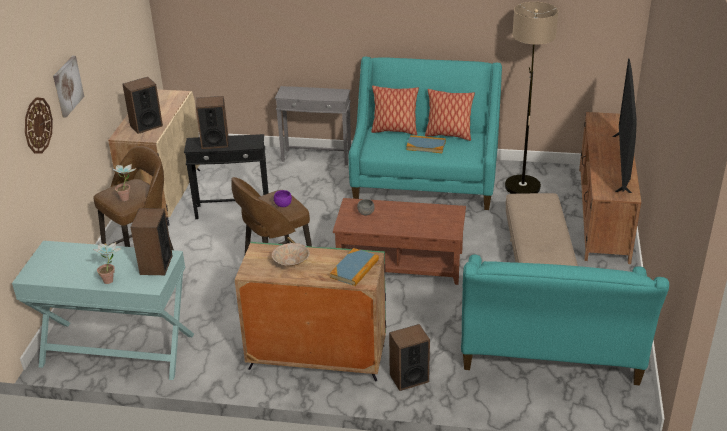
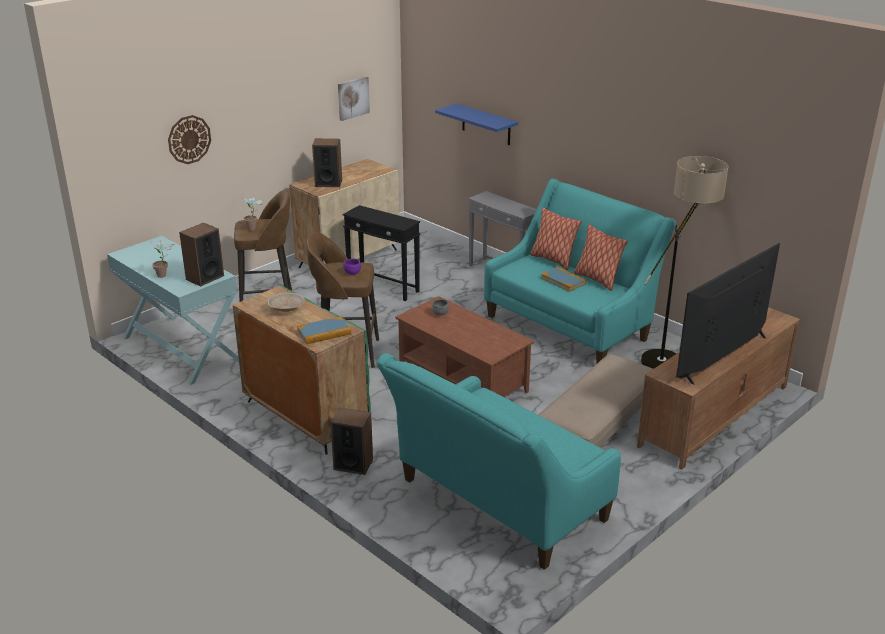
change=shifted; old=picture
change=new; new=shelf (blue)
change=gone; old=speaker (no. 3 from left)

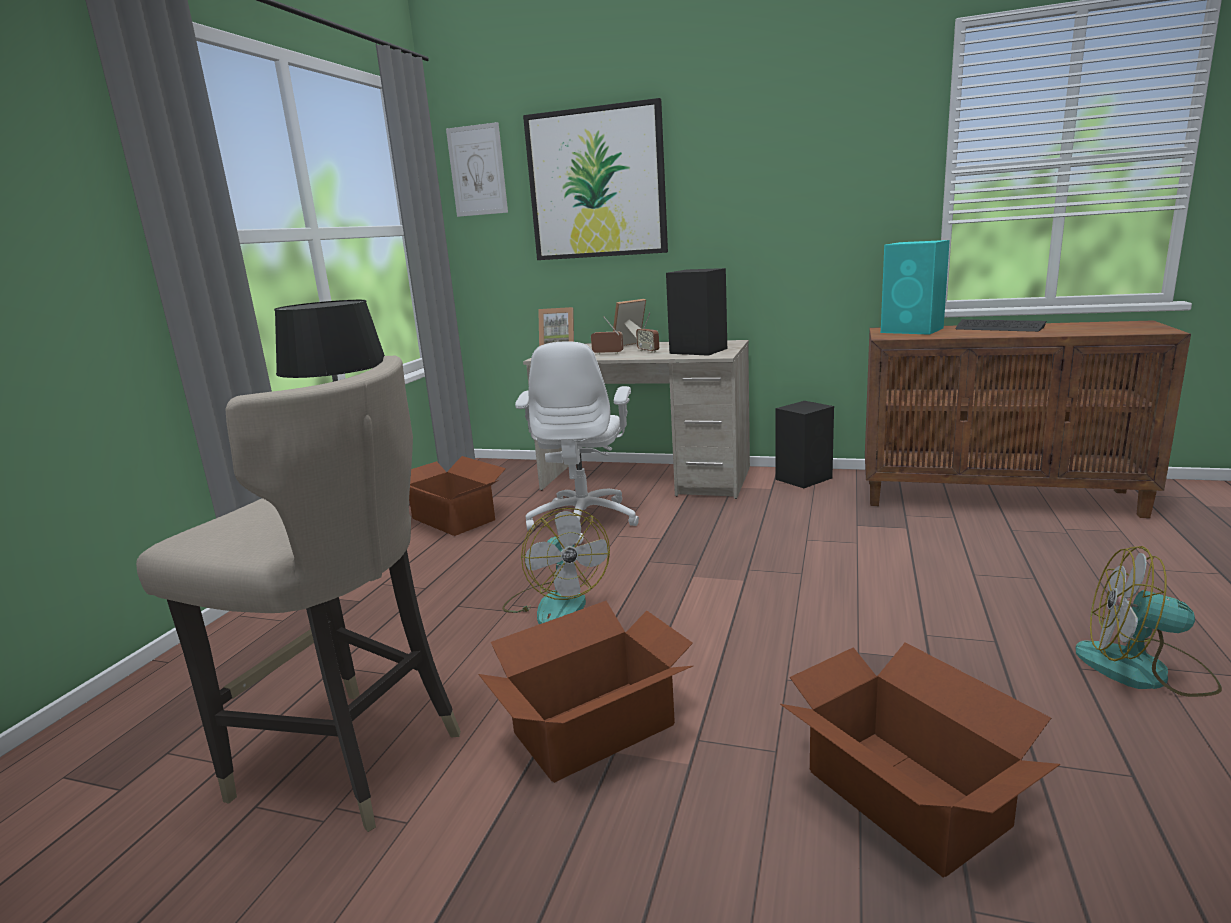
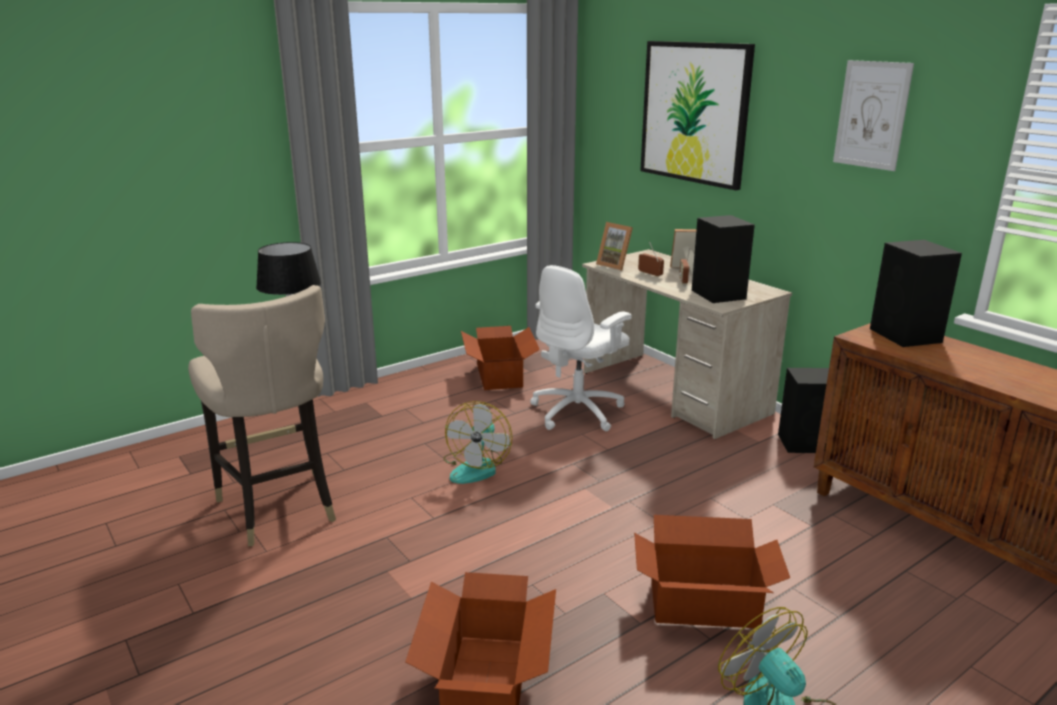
change=shifted; old=cardboard box (no. 2 from left in the first image); new=cardboard box (no. 3 from left)
change=shifted; old=picture (no. 1 from left in the first image); new=picture (no. 2 from left)
change=repainted; old=speaker (turquoise); new=speaker (black) (no. 3 from left)
change=gone; old=keyboard

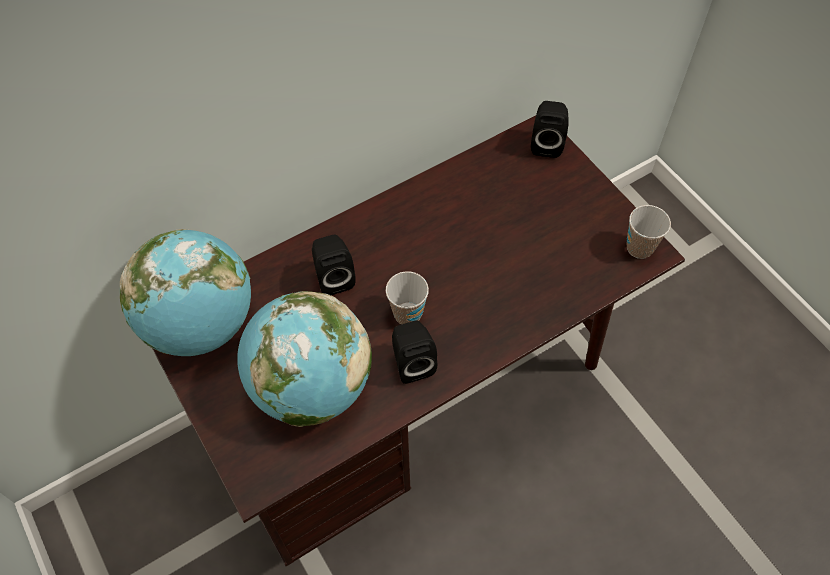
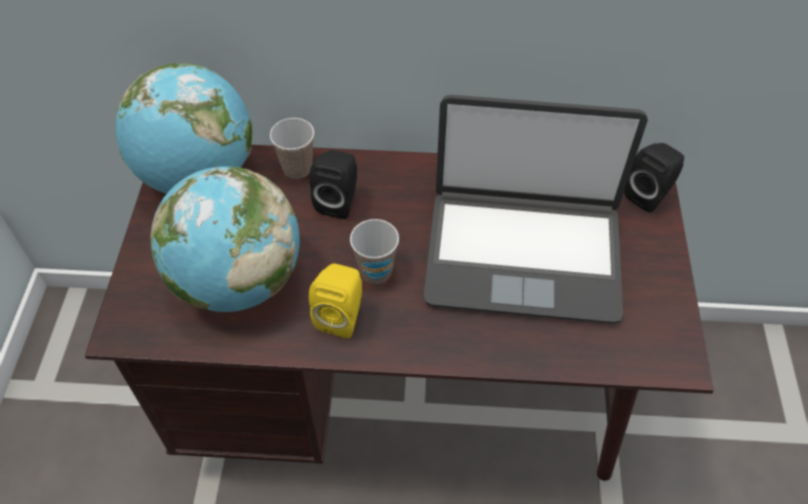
change=shifted; old=cup (no. 2 from left in the first image); new=cup (no. 1 from left)
change=repainted; old=speaker (black) (no. 2 from left); new=speaker (yellow)
change=new; new=laptop

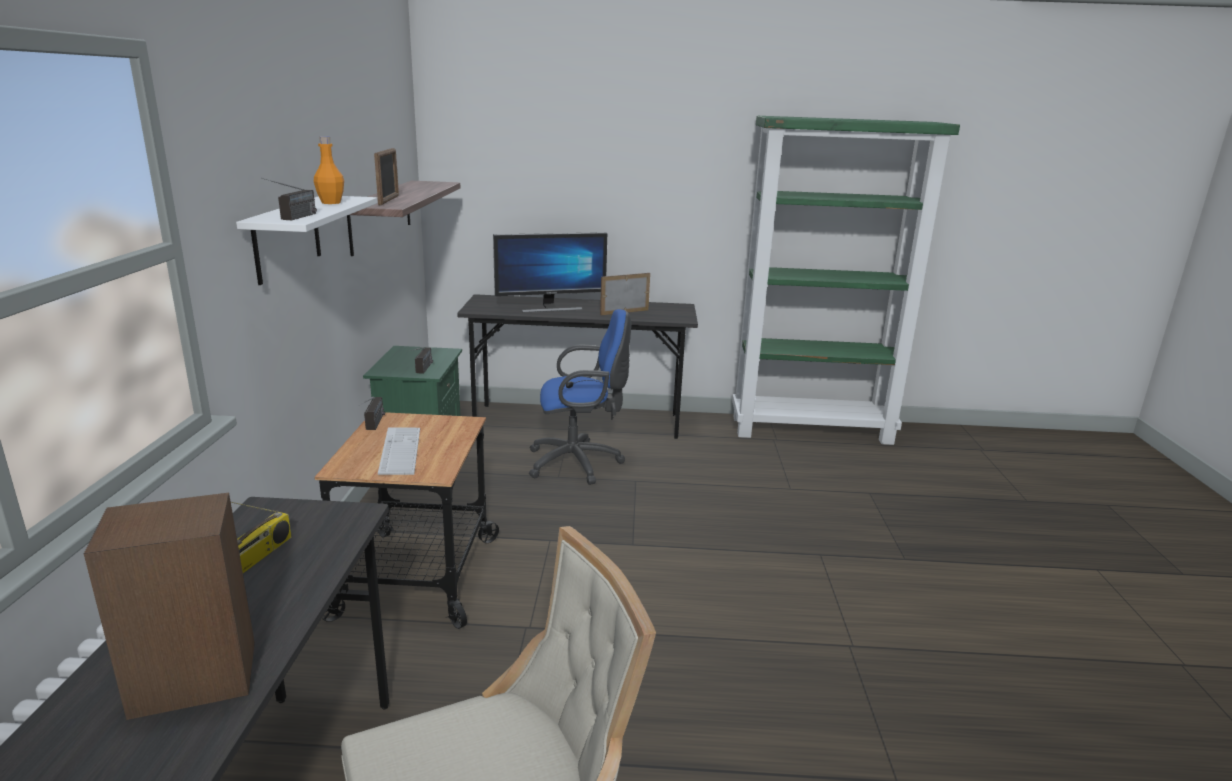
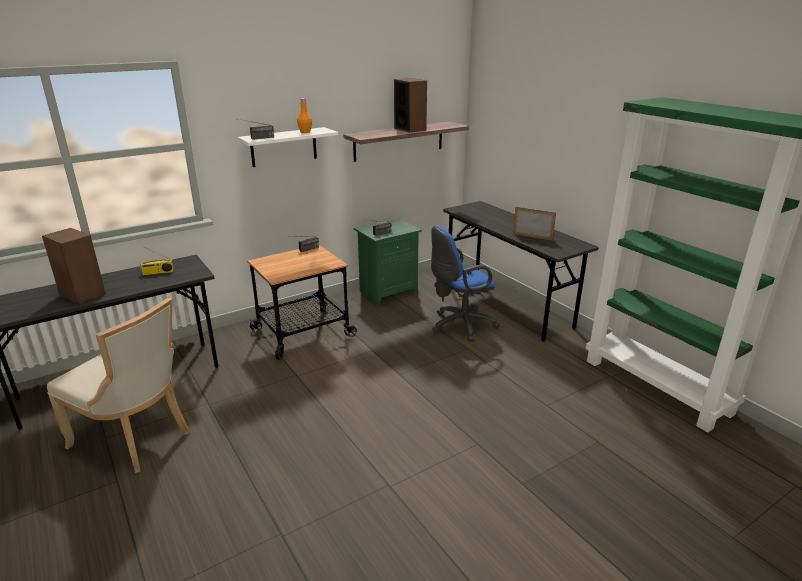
change=new; new=speaker (no. 2 from left)
change=rotated; old=office chair (blue); degrees=105
change=gone; old=picture frame (no. 1 from left)
change=gone; old=keyboard
change=gone; old=monitor

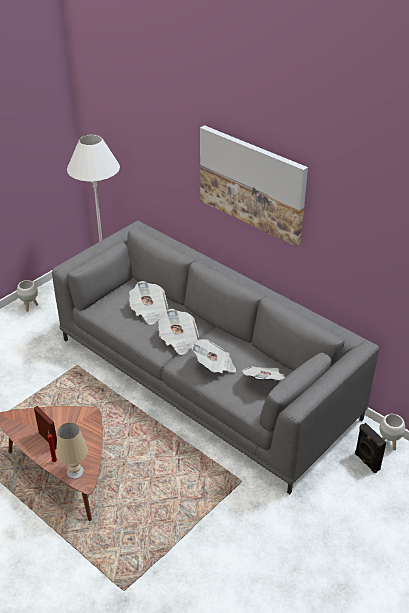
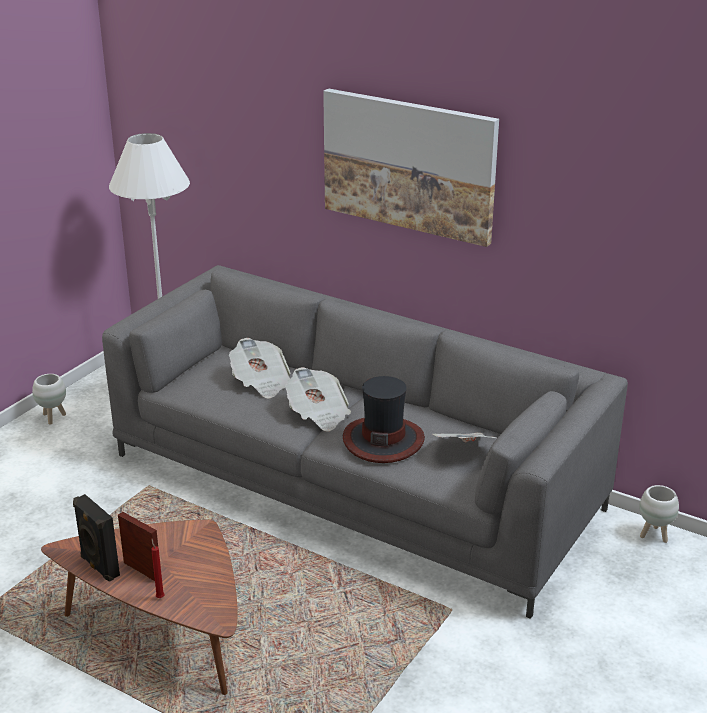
change=shifted; old=speaker (black)
change=swapped; old=newspaper (no. 3 from left); new=hat
change=gone; old=table lamp (beige)

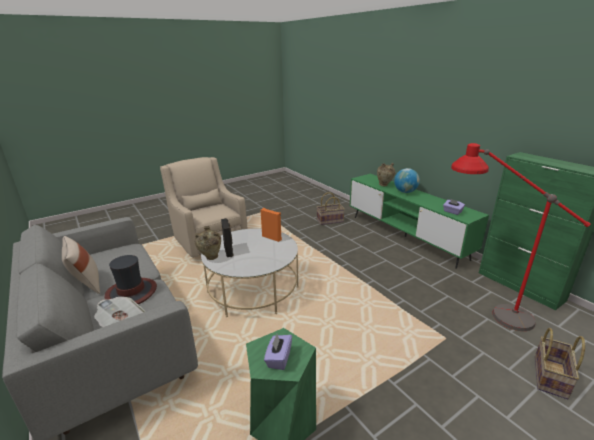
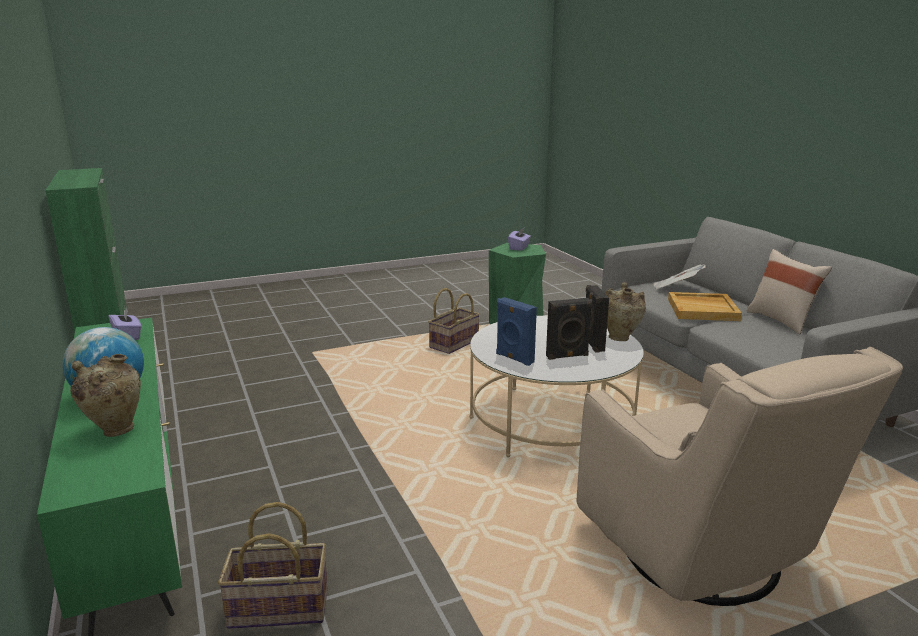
change=shifted; old=basket (no. 2 from left)
change=repainted; old=speaker (orange); new=speaker (blue)
change=new; new=speaker (black) (no. 1 from left)
change=swapped; old=hat; new=tray (beige)
change=gone; old=floor lamp (red)

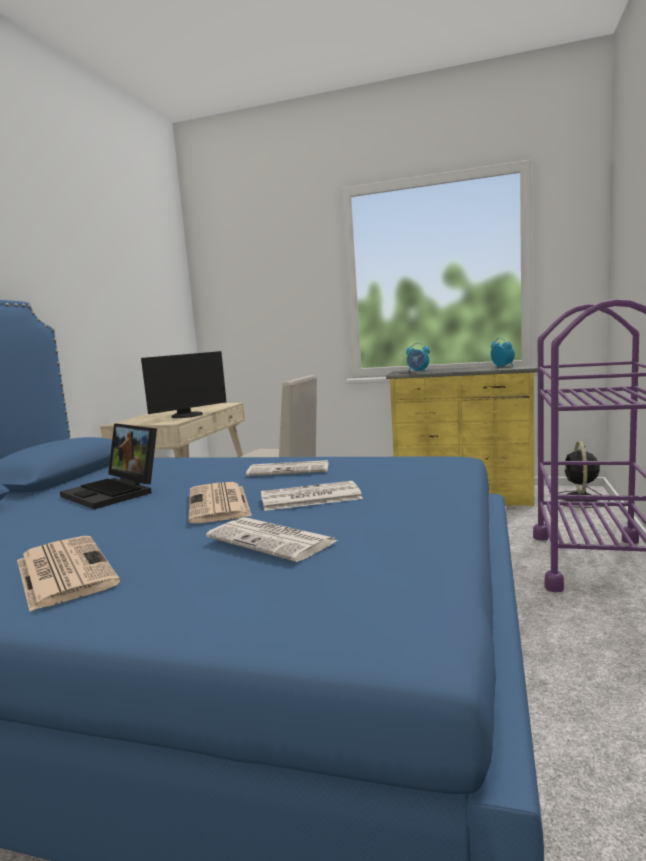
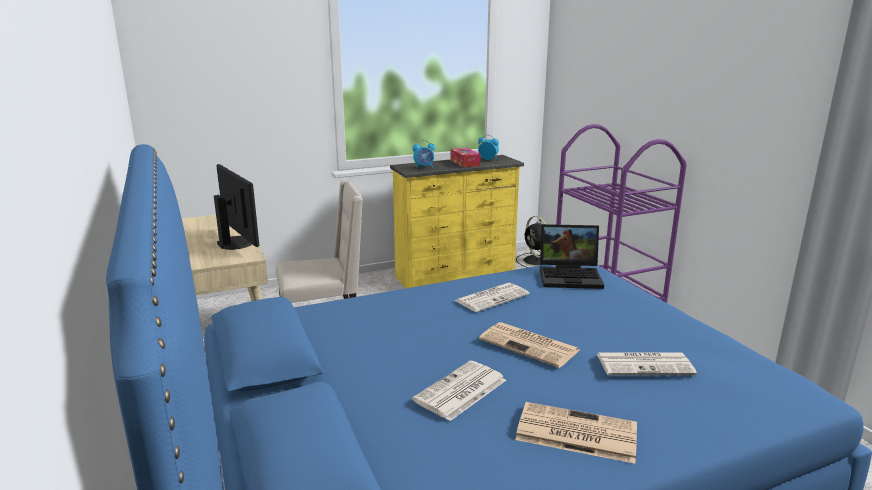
change=rotated; old=monitor; degrees=-45
change=shifted; old=newspaper (no. 5 from left in the first image); new=newspaper (no. 1 from left)
change=new; new=tissue box
change=shifted; old=laptop

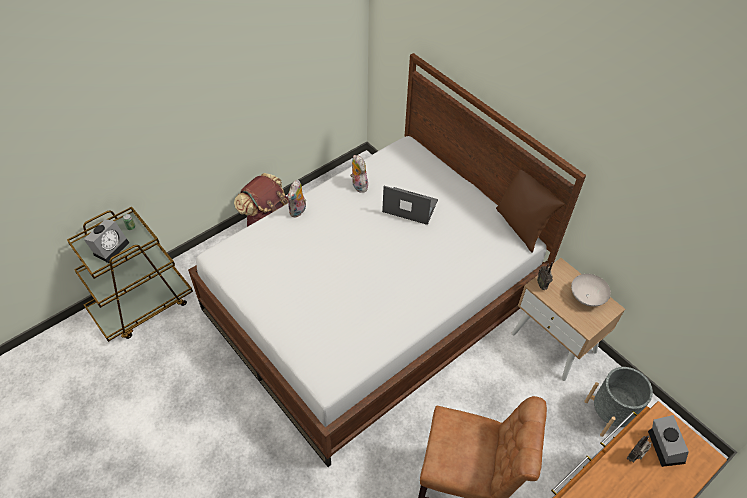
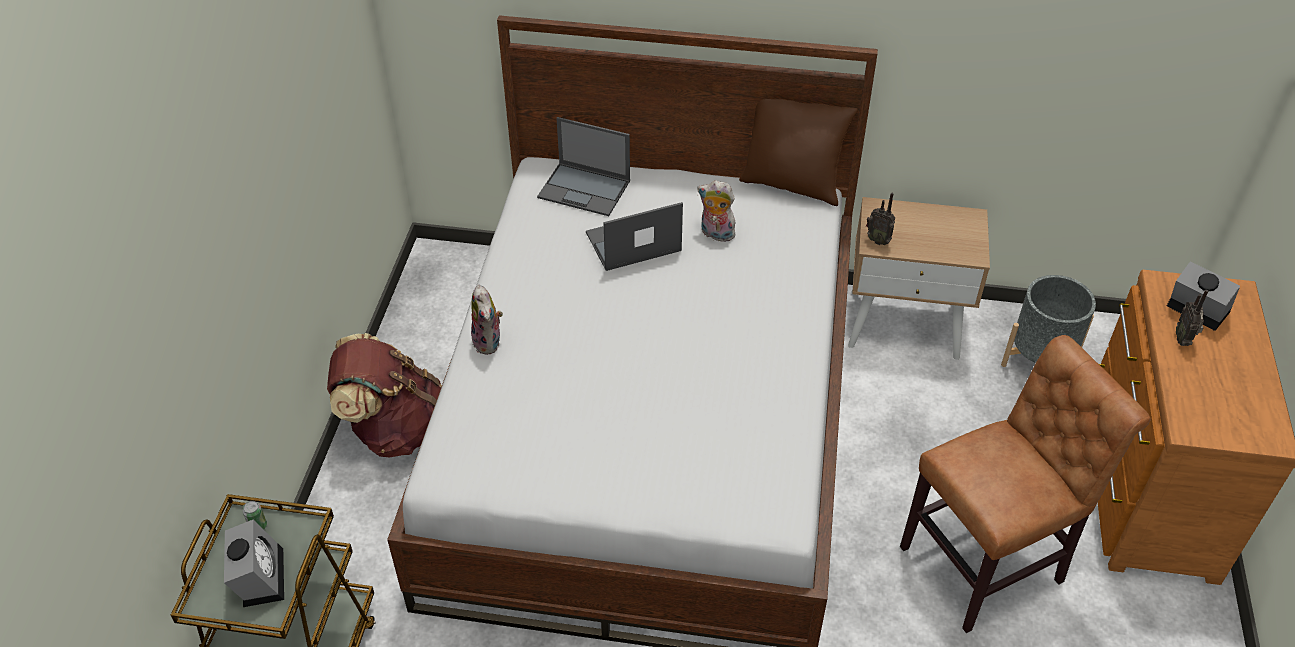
change=new; new=laptop (no. 1 from left)
change=shifted; old=plush toy (no. 2 from left)
change=gone; old=bowl (white)

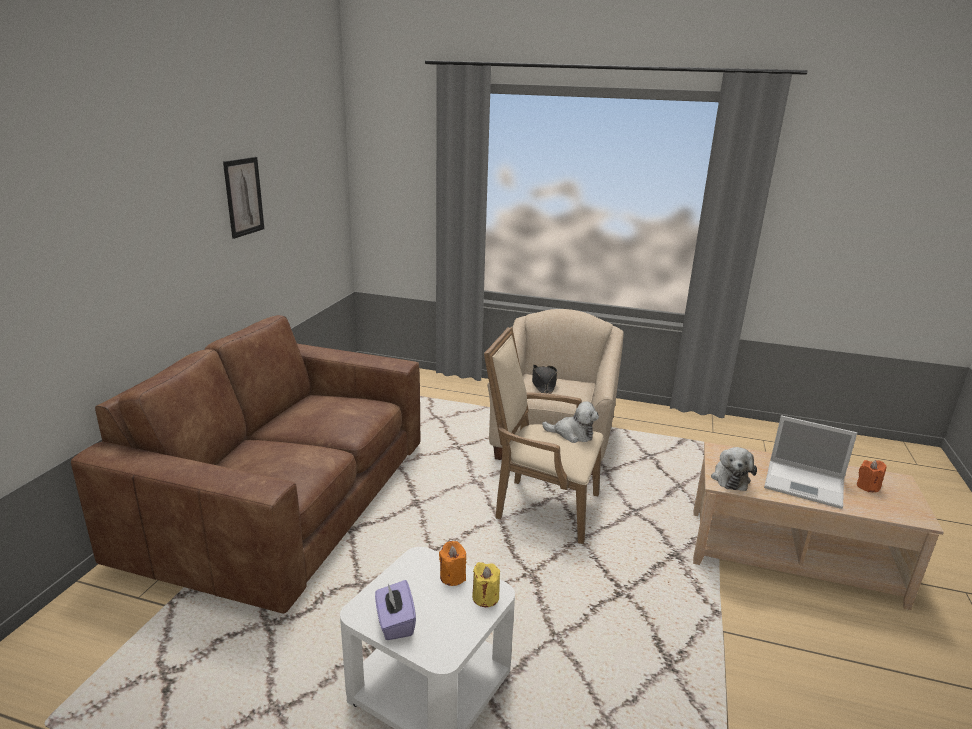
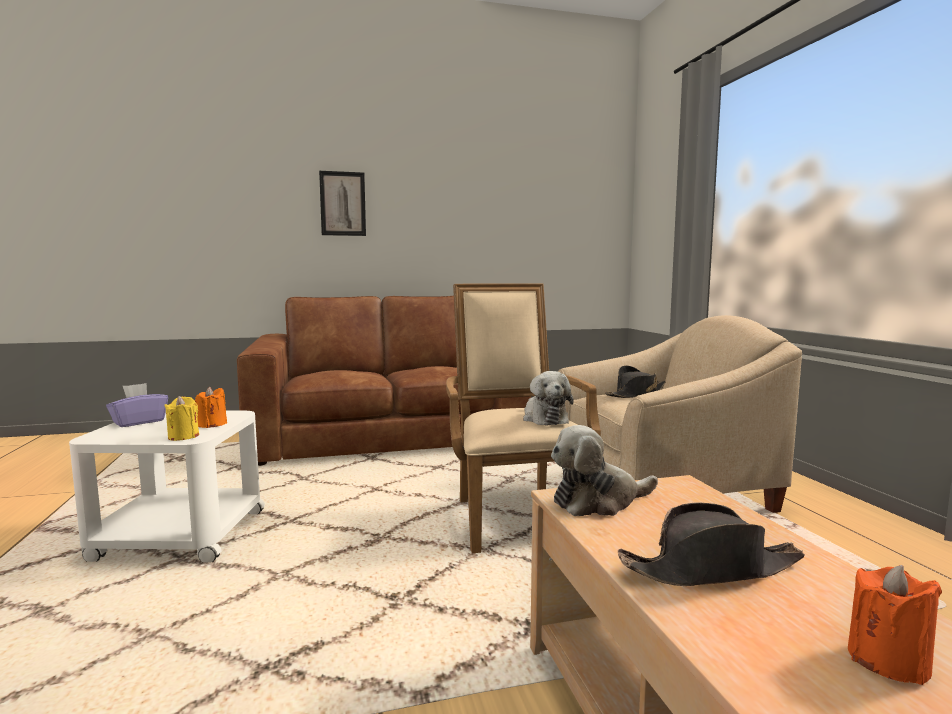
change=shifted; old=picture
change=swapped; old=laptop; new=hat (black) (no. 2 from left)

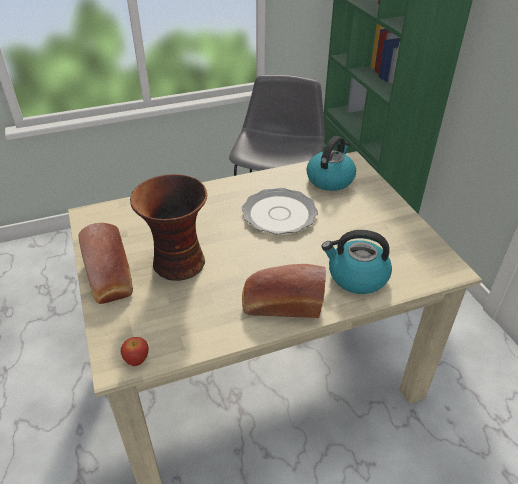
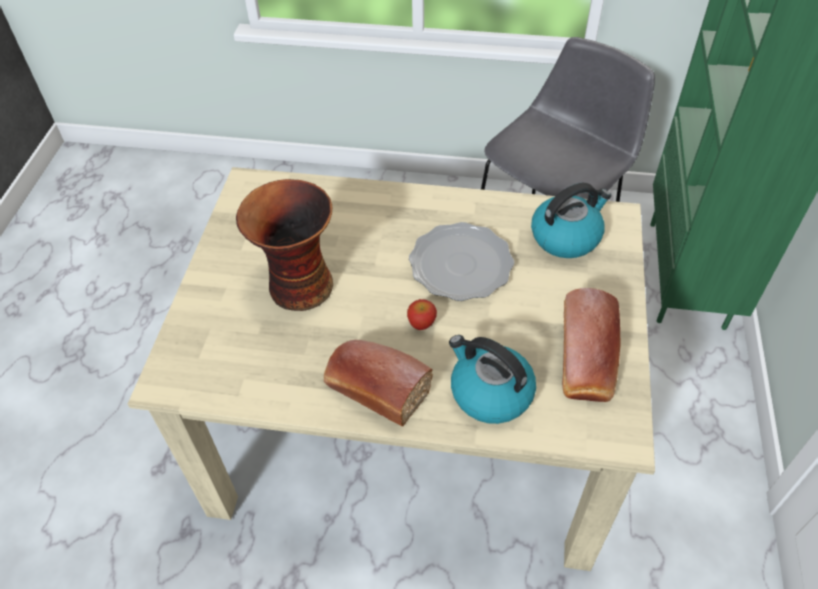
change=shifted; old=apple
change=shifted; old=bread (no. 1 from left in the first image); new=bread (no. 2 from left)

